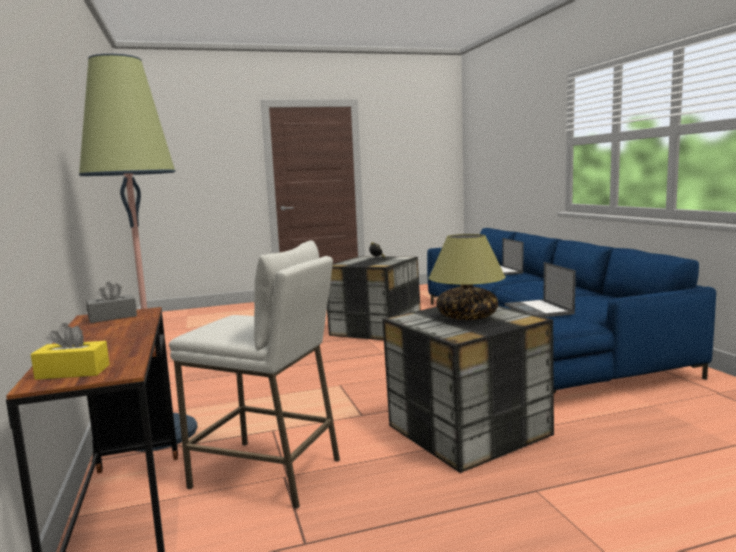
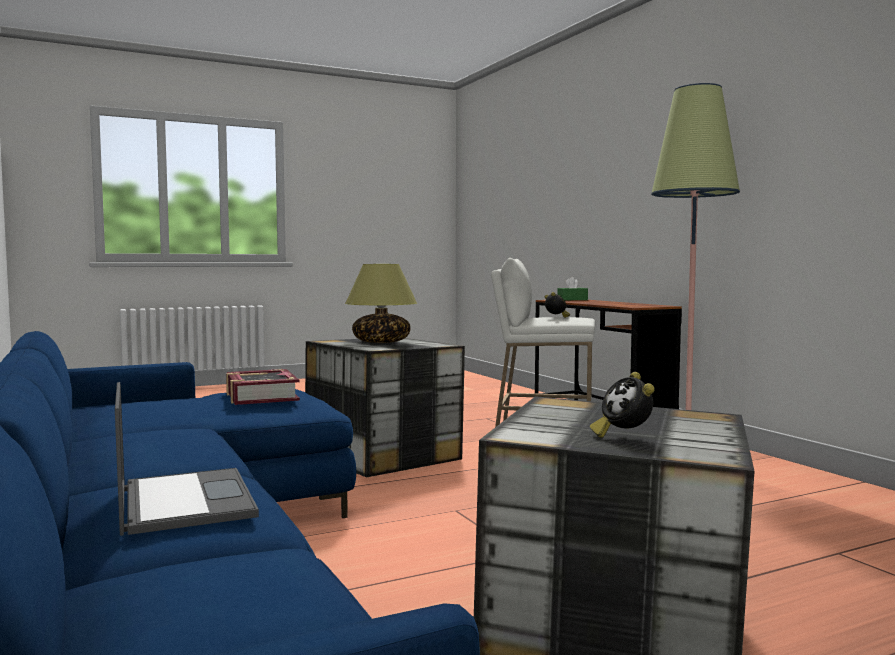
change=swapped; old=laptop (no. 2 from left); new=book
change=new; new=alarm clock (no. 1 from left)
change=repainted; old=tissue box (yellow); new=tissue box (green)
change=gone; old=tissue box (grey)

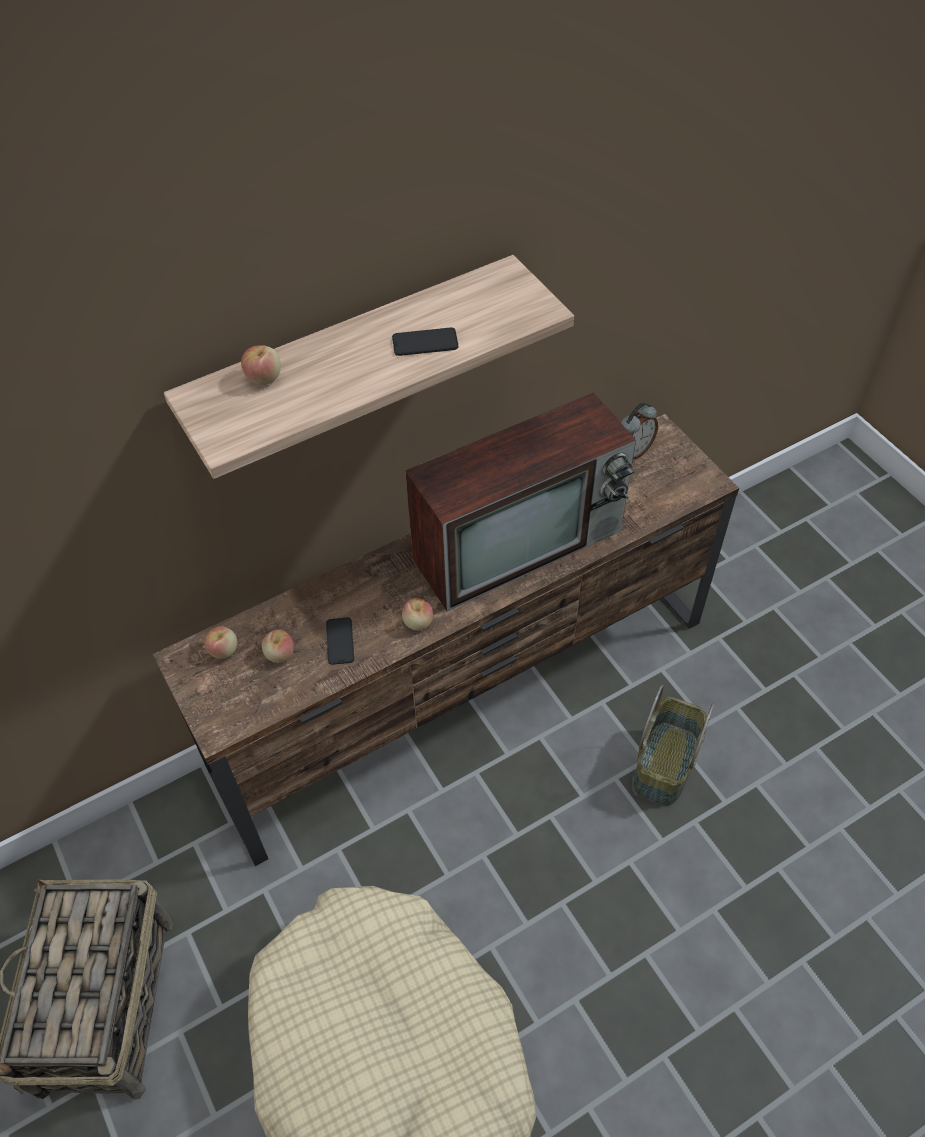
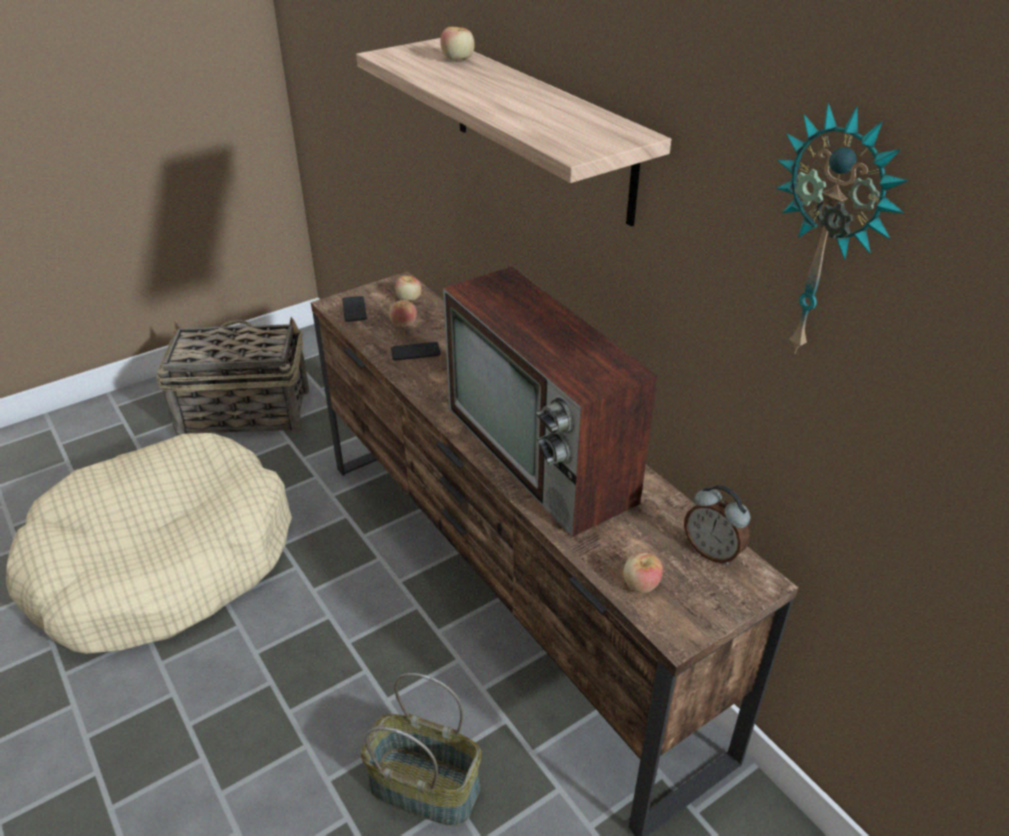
change=shifted; old=phone (no. 2 from left in the first image); new=phone (no. 1 from left)
change=shifted; old=apple (no. 4 from left)
change=new; new=wall clock

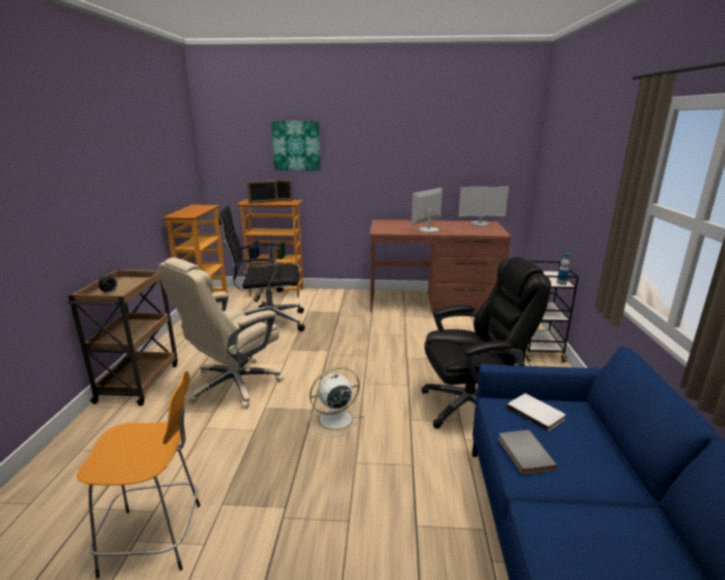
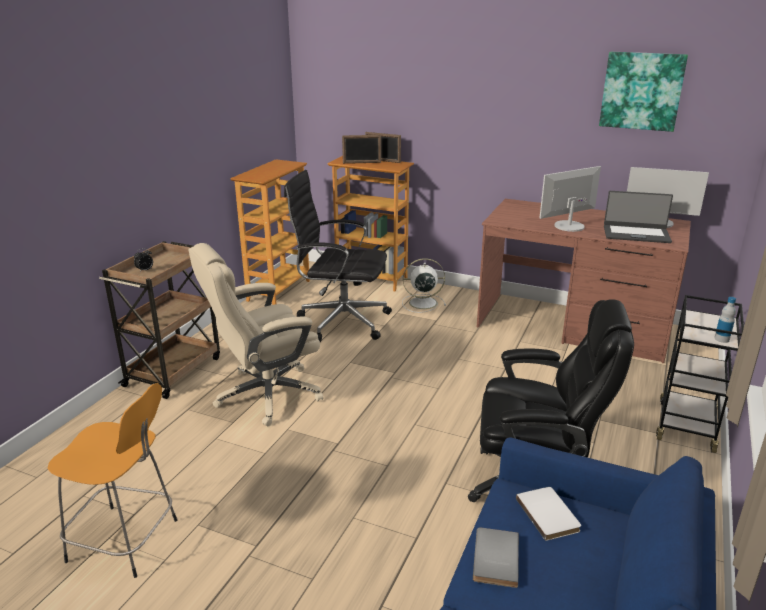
change=shifted; old=fan (white)
change=shifted; old=picture
change=new; new=laptop

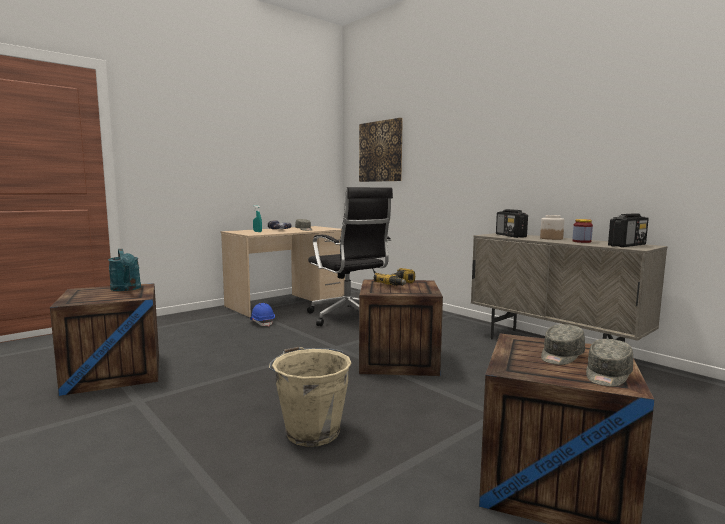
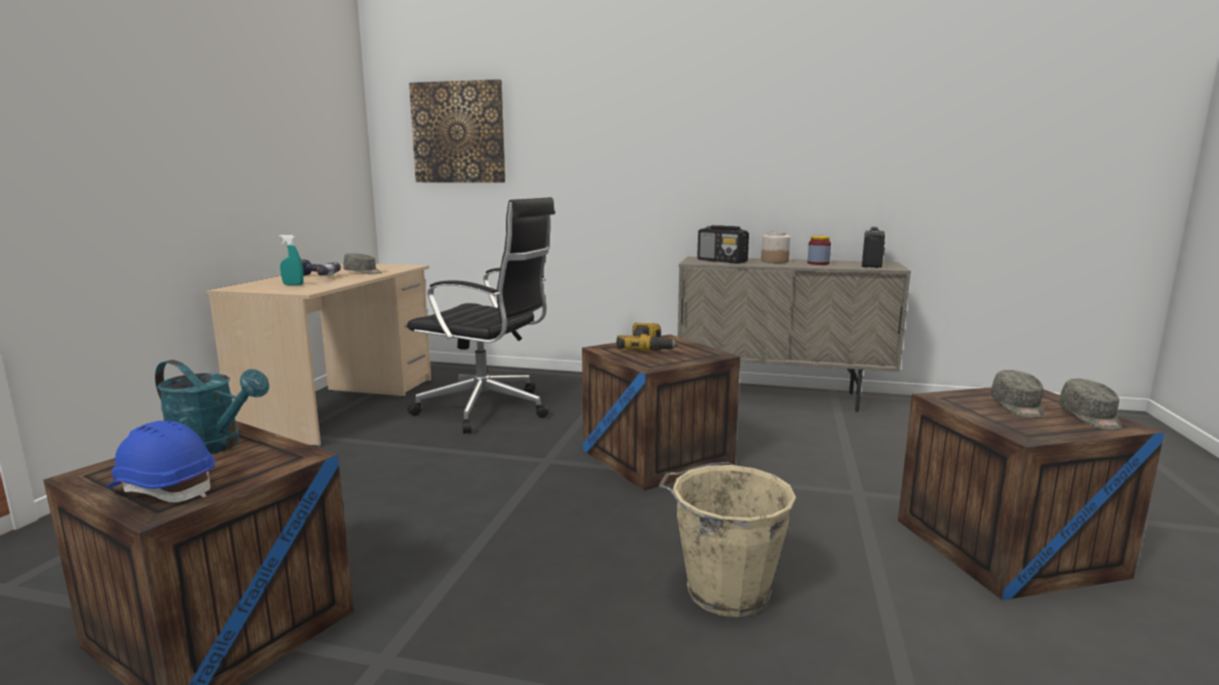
change=shifted; old=hard hat (blue)

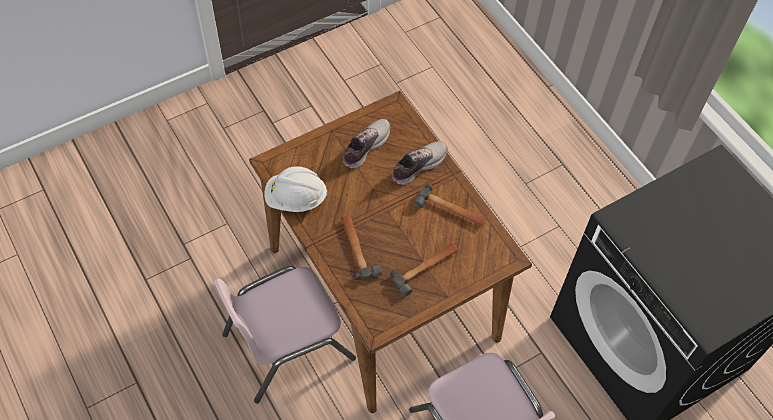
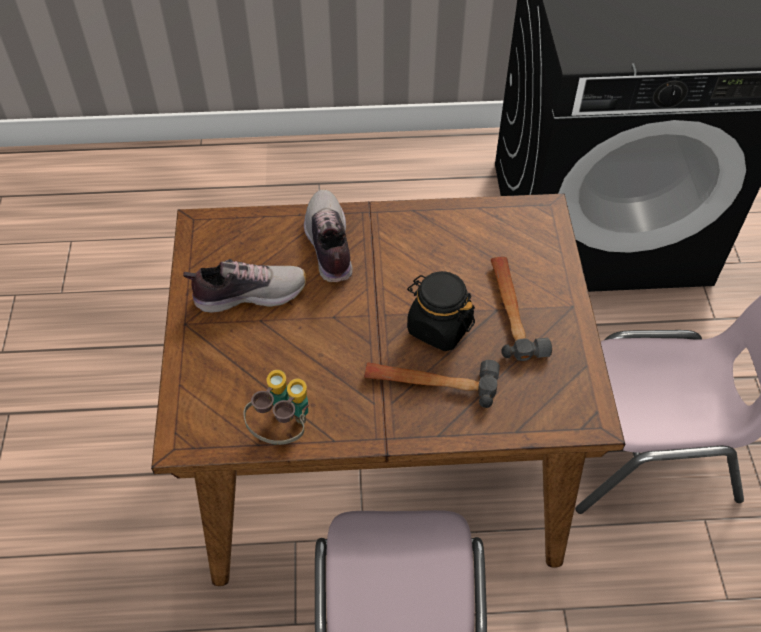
change=rotated; old=shoe (no. 1 from left); degrees=105
change=swapped; old=hard hat (white); new=binoculars
change=new; new=jar (black)
change=gone; old=hammer (no. 3 from left)

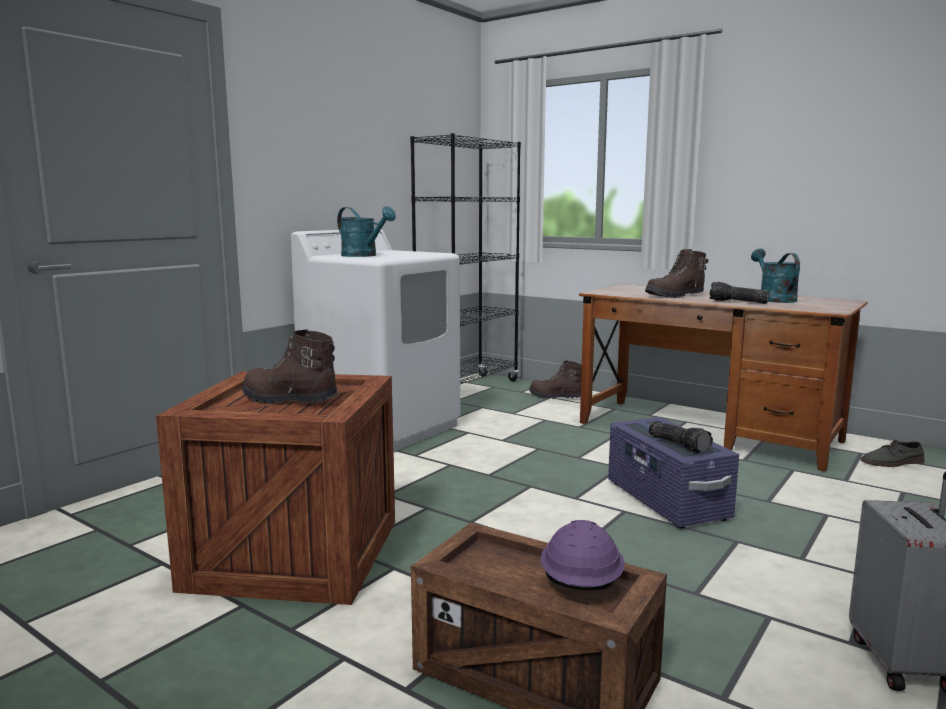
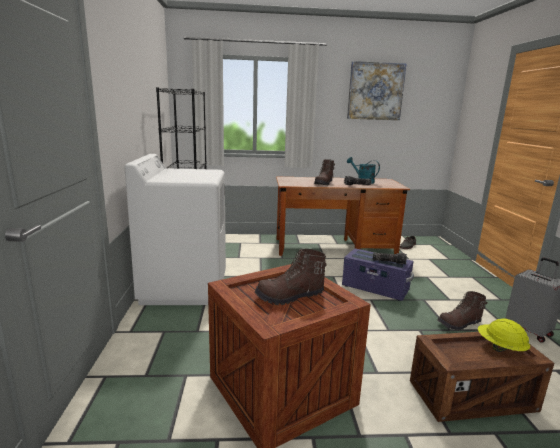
change=new; new=picture
change=shifted; old=boot (brown) (no. 2 from left in the first image); new=boot (brown) (no. 3 from left)
change=repainted; old=hard hat (purple); new=hard hat (yellow)
change=gone; old=watering can (turquoise) (no. 1 from left)

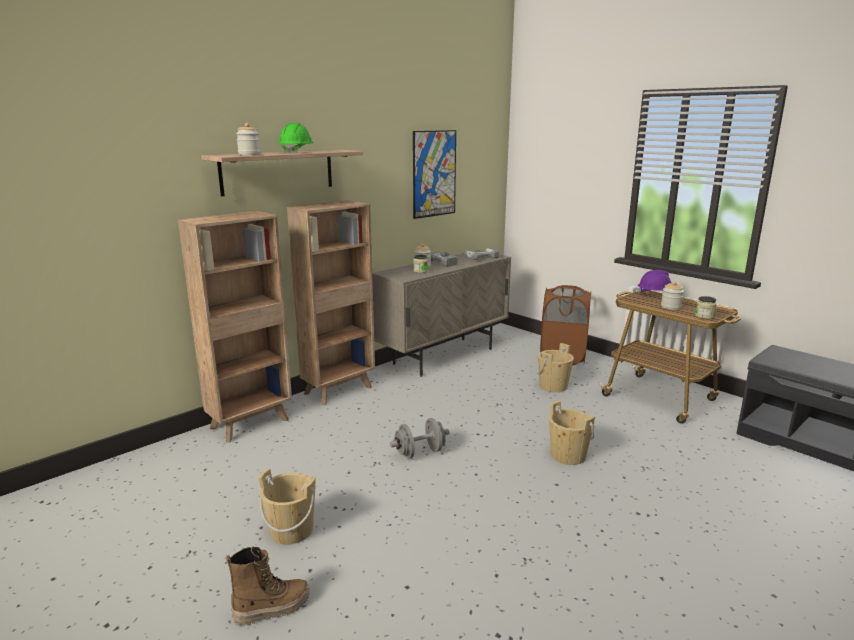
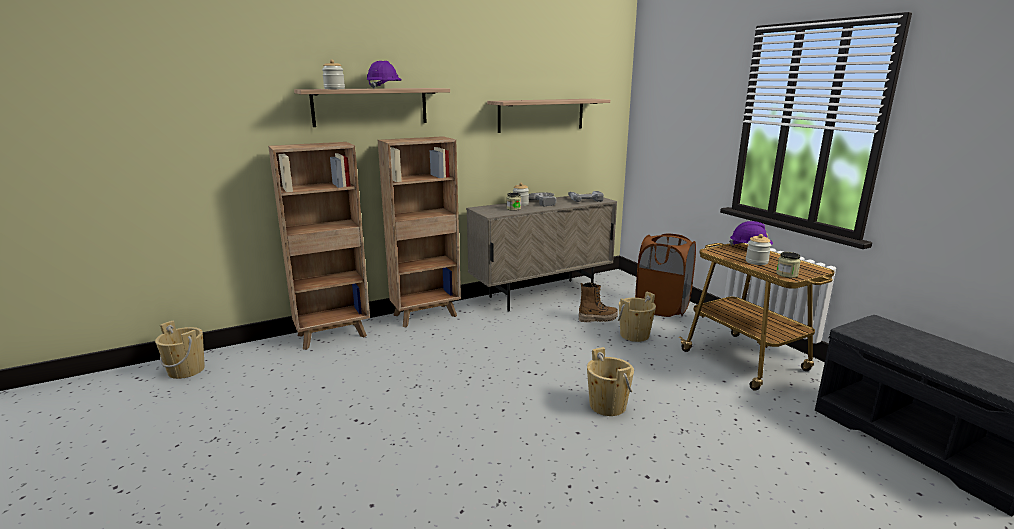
change=shifted; old=bucket (beige) (no. 1 from left)
change=repainted; old=hard hat (green); new=hard hat (purple) (no. 1 from left)
change=swapped; old=picture; new=shelf (no. 2 from left)
change=shifted; old=boot
change=gone; old=dumbbell (grey)

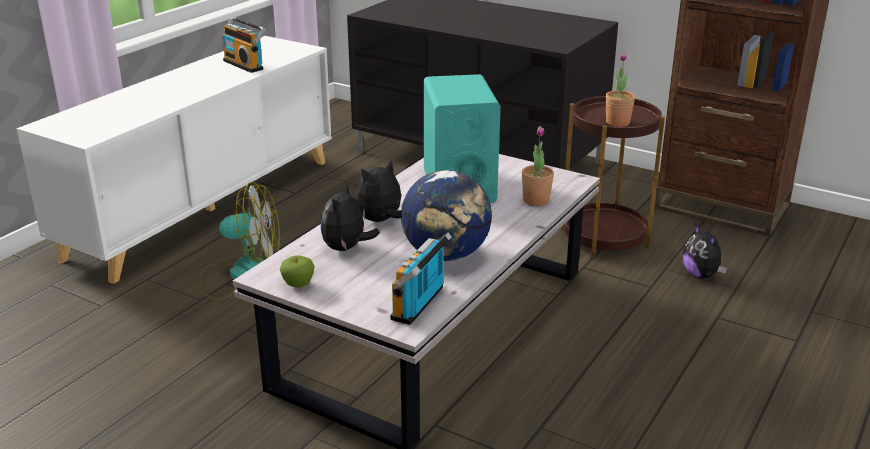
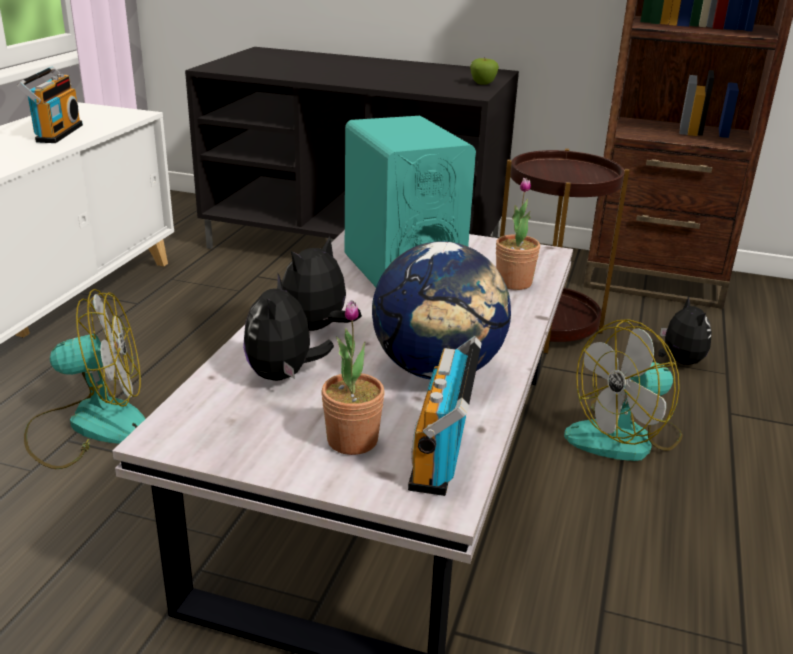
change=rotated; old=radio (no. 1 from left); degrees=-120
change=shifted; old=potted plant (no. 2 from left in the first image); new=potted plant (no. 1 from left)
change=shifted; old=apple
change=new; new=fan (no. 2 from left)
change=rotated; old=plush toy (no. 3 from left); degrees=-150

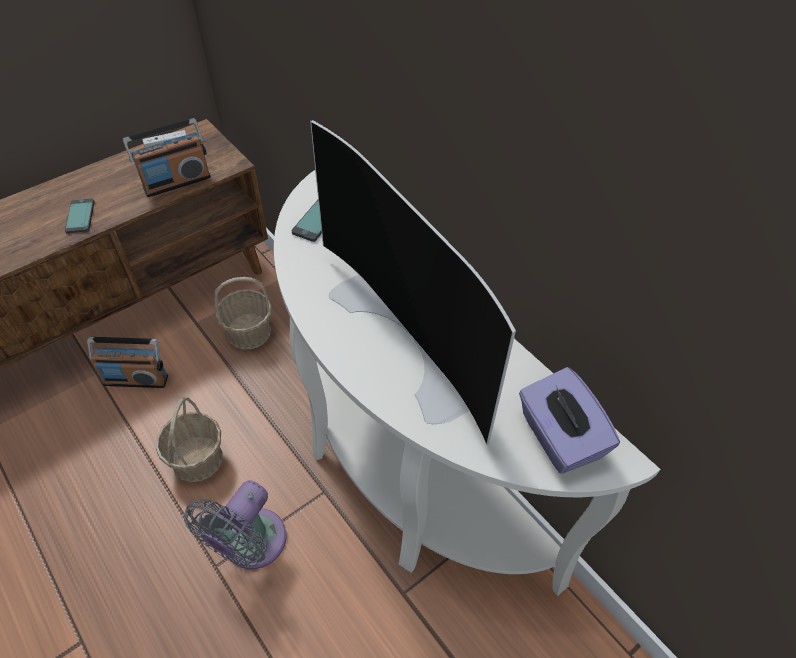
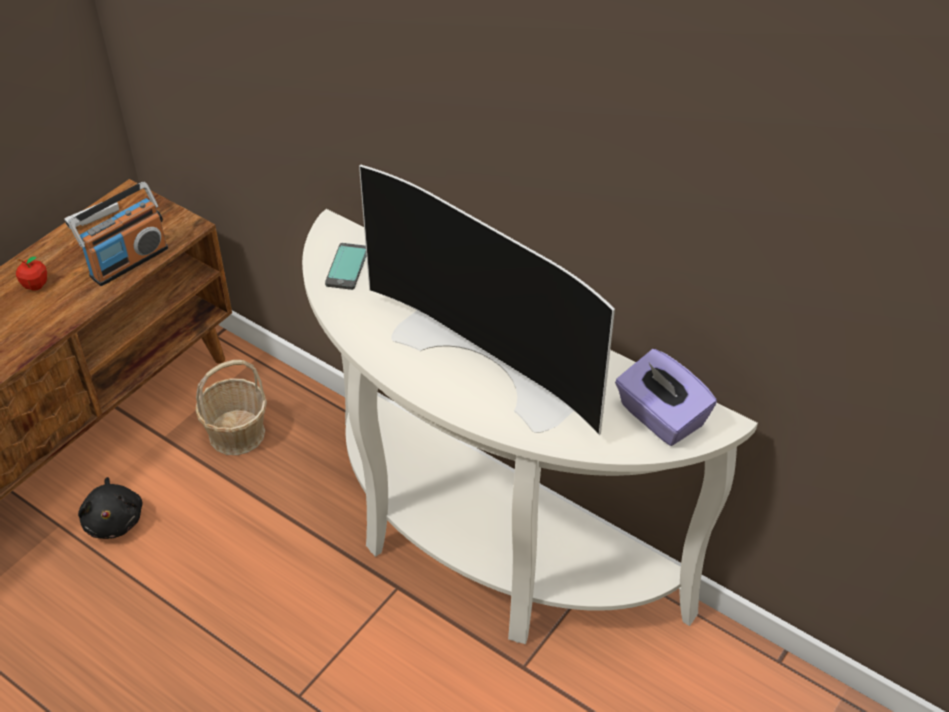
change=new; new=apple
change=swapped; old=radio (no. 1 from left); new=plush toy (black)
change=gone; old=phone (no. 1 from left)
change=gone; old=basket (no. 1 from left)
change=gone; old=fan (grey)

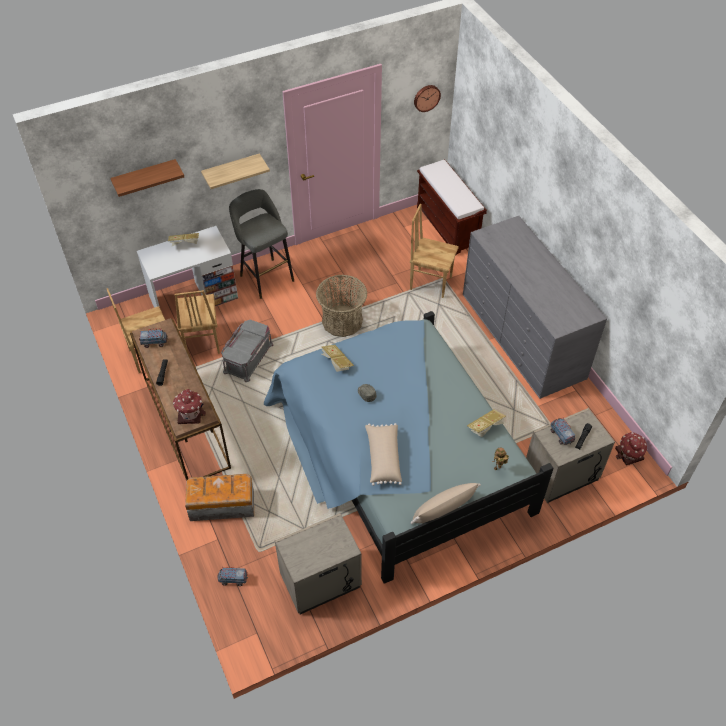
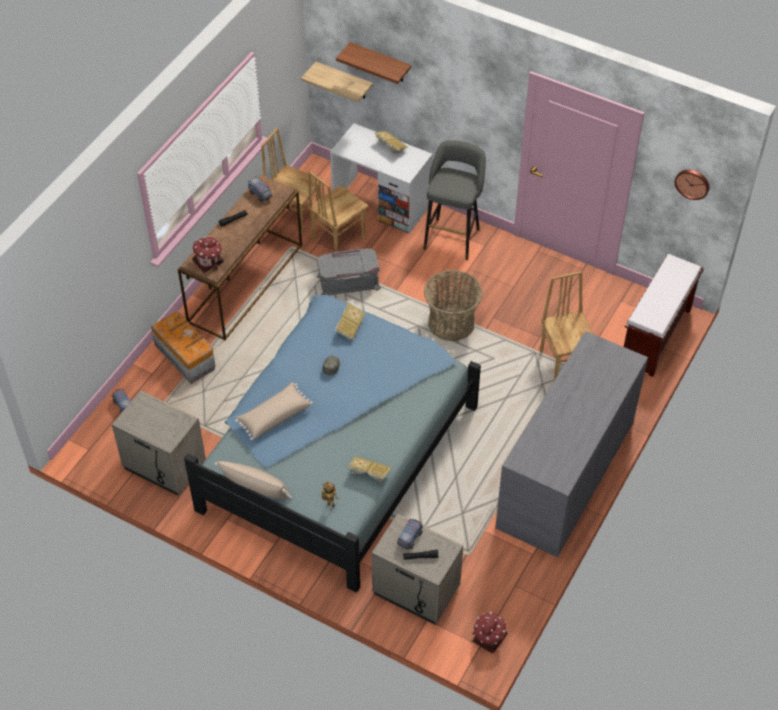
change=shifted; old=shelf (no. 2 from left in the first image); new=shelf (no. 1 from left)

